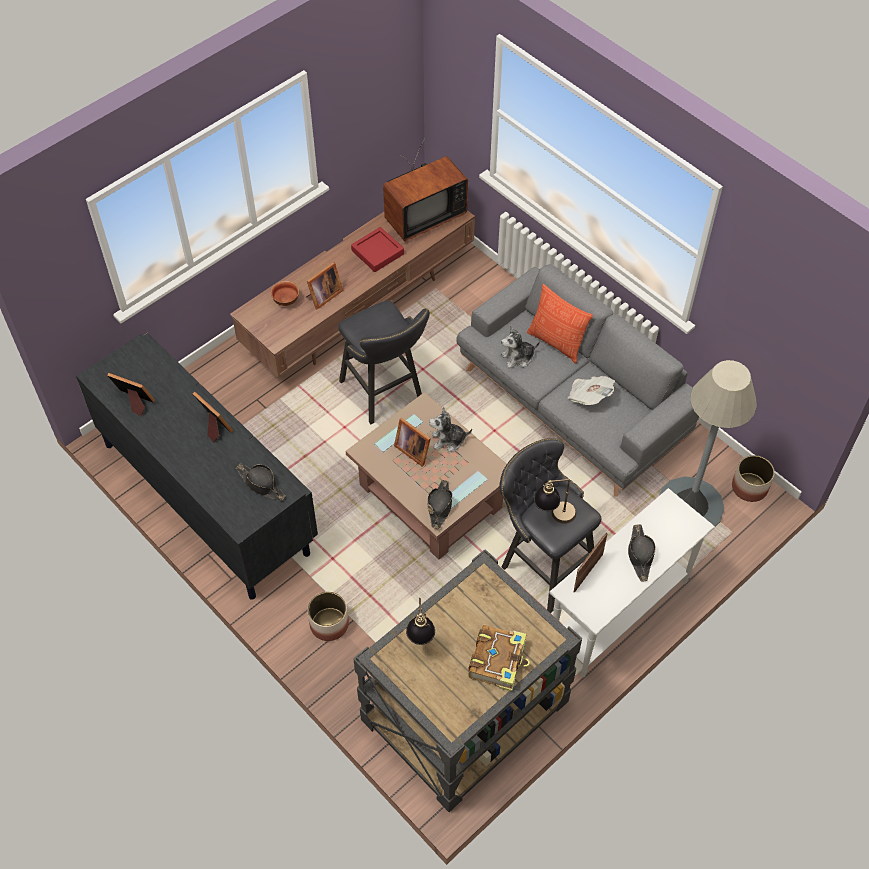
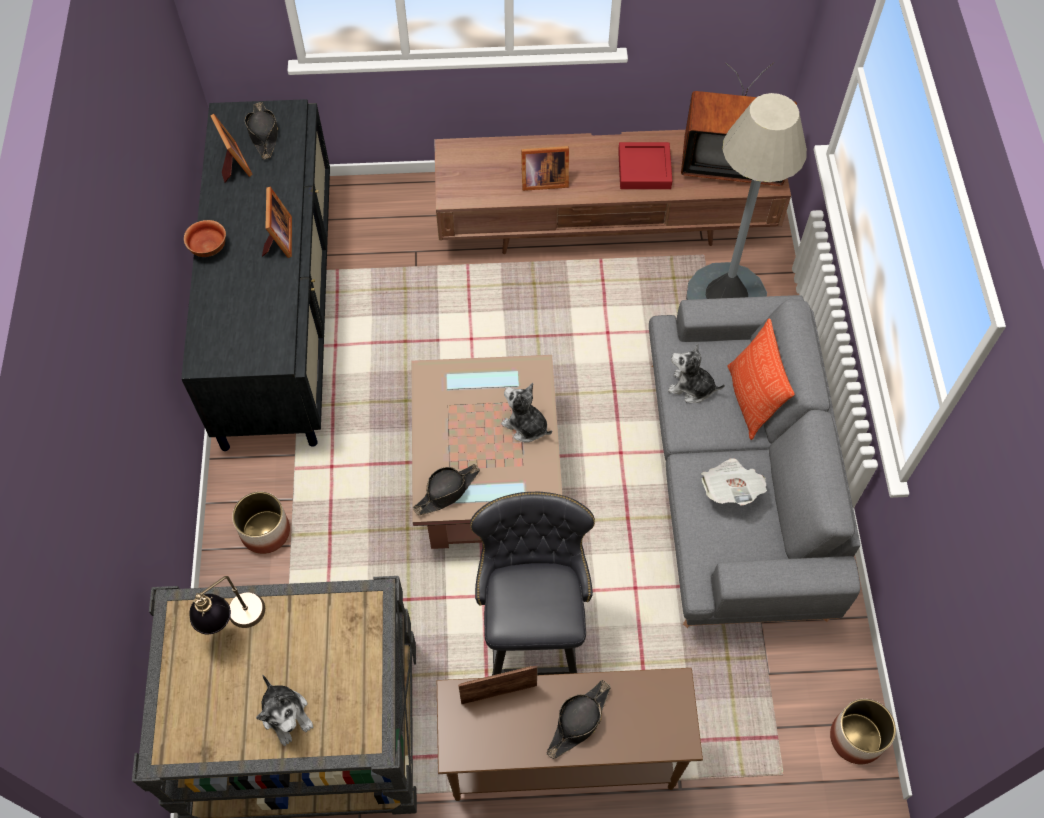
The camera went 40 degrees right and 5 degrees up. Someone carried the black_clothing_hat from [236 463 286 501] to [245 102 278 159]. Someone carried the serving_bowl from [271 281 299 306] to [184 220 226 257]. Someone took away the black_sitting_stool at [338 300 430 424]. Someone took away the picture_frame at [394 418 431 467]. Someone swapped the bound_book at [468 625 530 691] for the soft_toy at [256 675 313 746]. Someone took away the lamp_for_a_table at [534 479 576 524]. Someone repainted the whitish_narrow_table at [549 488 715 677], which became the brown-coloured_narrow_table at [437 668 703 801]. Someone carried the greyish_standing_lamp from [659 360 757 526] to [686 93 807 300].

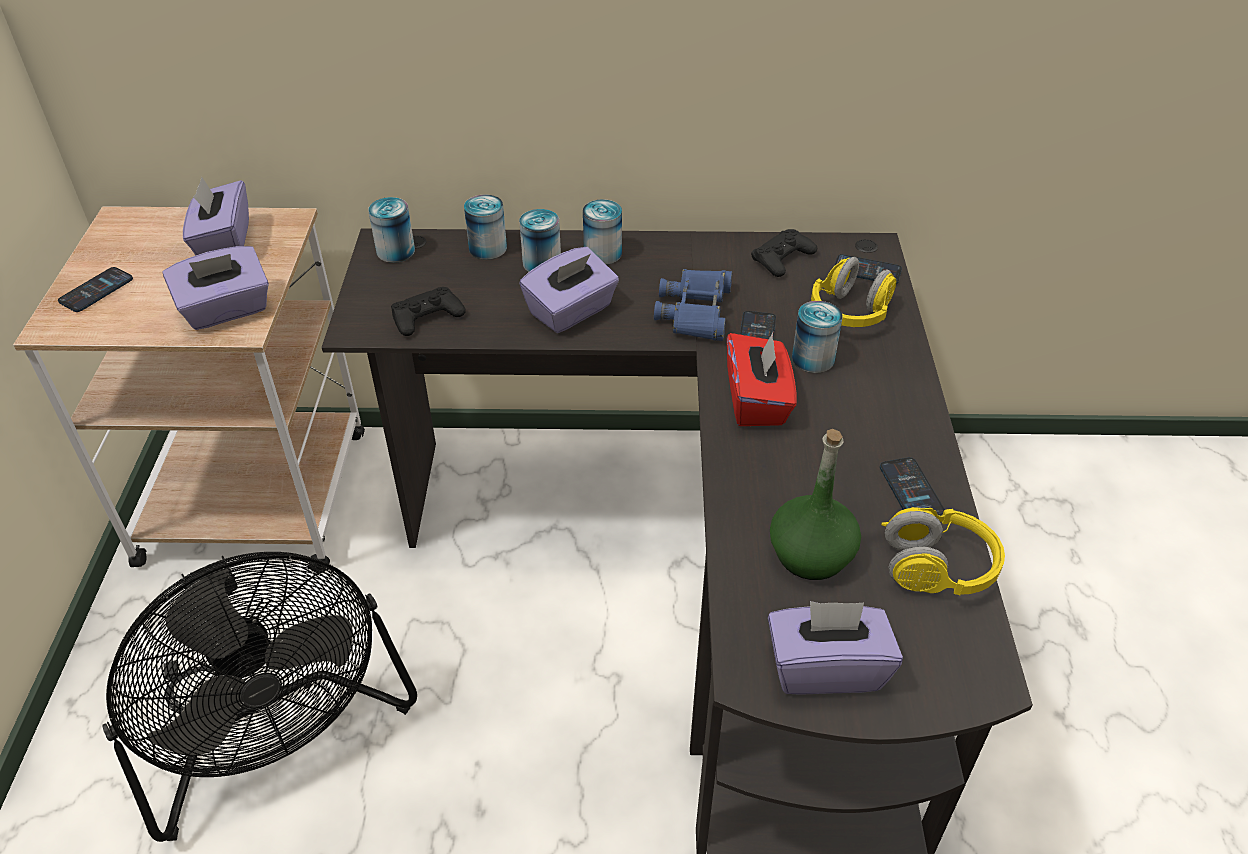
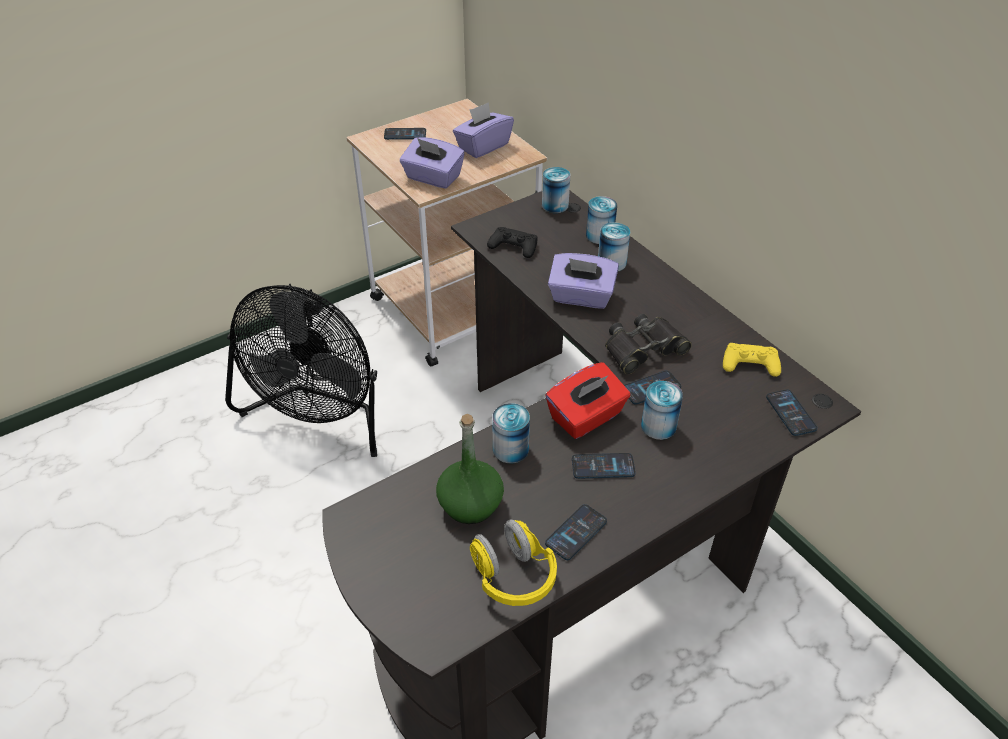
The camera went 55 degrees right and 0 degrees up. Someone carried the sealed_can from [583 199 622 265] to [492 403 530 463]. Someone repainted the blue-coloured_pair_of_binoculars at [654 269 732 341], which became the black_pair_of_binoculars at [605 314 692 374]. Someone repainted the black_joypad at [751 229 818 277], which became the yellowish_joypad at [723 343 781 377]. Someone took away the purple_box_of_tissues at [768 601 903 695]. Someone took away the yellowish_pair_of_headphones at [811 257 896 327]. Someone put down the handset at [572 453 635 479].

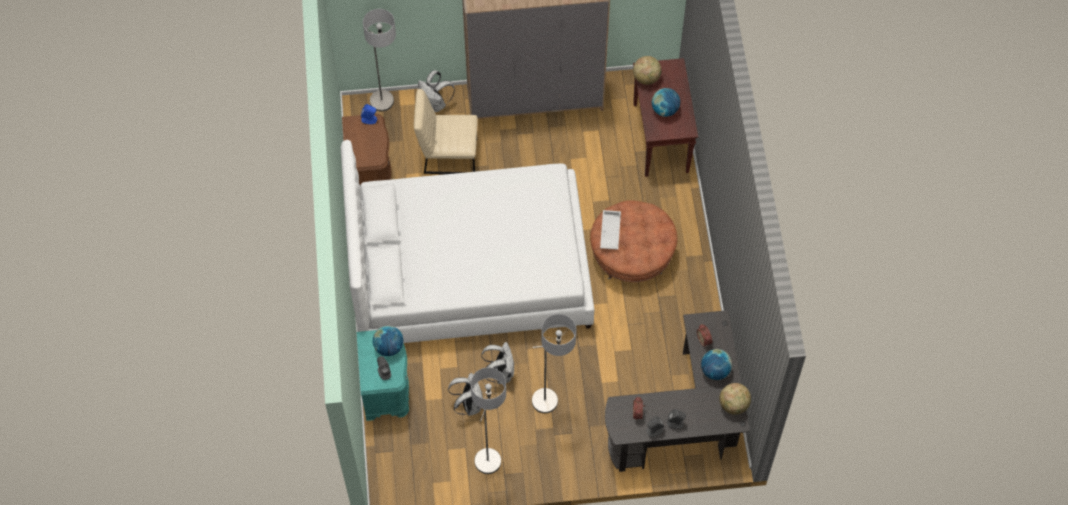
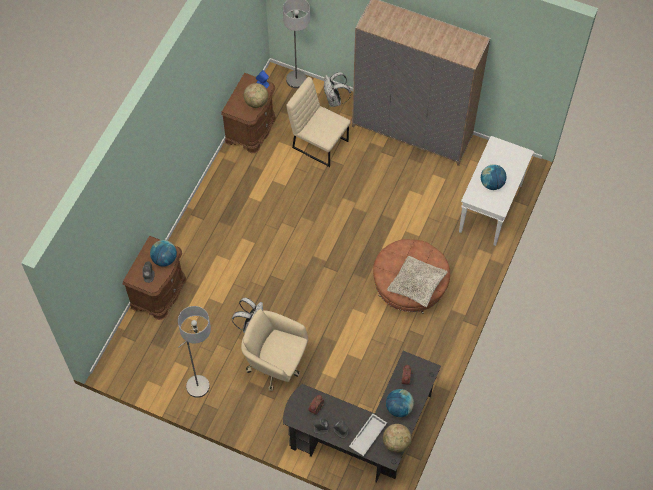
The camera went 30 degrees right and 0 degrees up. Someone took away the whitish_bed at [341 140 594 343]. Someone repainted the blue-green_night_table at [357 330 409 421], which became the brown-coloured_night_table at [123 236 186 320]. Someone took away the whitish_backpack at [448 373 483 416]. Someone swapped the greyish_standing_lamp at [532 314 576 413] for the beige-coloured_computer_chair at [241 309 308 391]. Someone carried the whitish_carrying_tray from [600 210 621 250] to [349 414 387 456]. Someone carried the world_globe from [633 56 662 85] to [244 83 268 108]. Someone repainted the brown-coloured_narrow_table at [633 58 698 177], which became the whitish_narrow_table at [459 136 534 246]. Someone put down the beige-coloured_throw_pillow at [387 256 447 307].

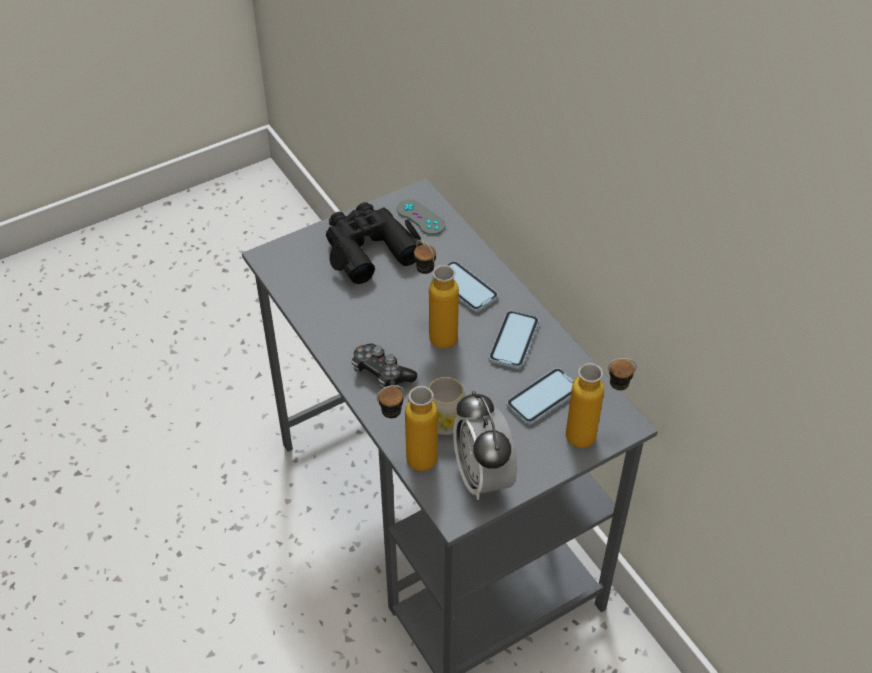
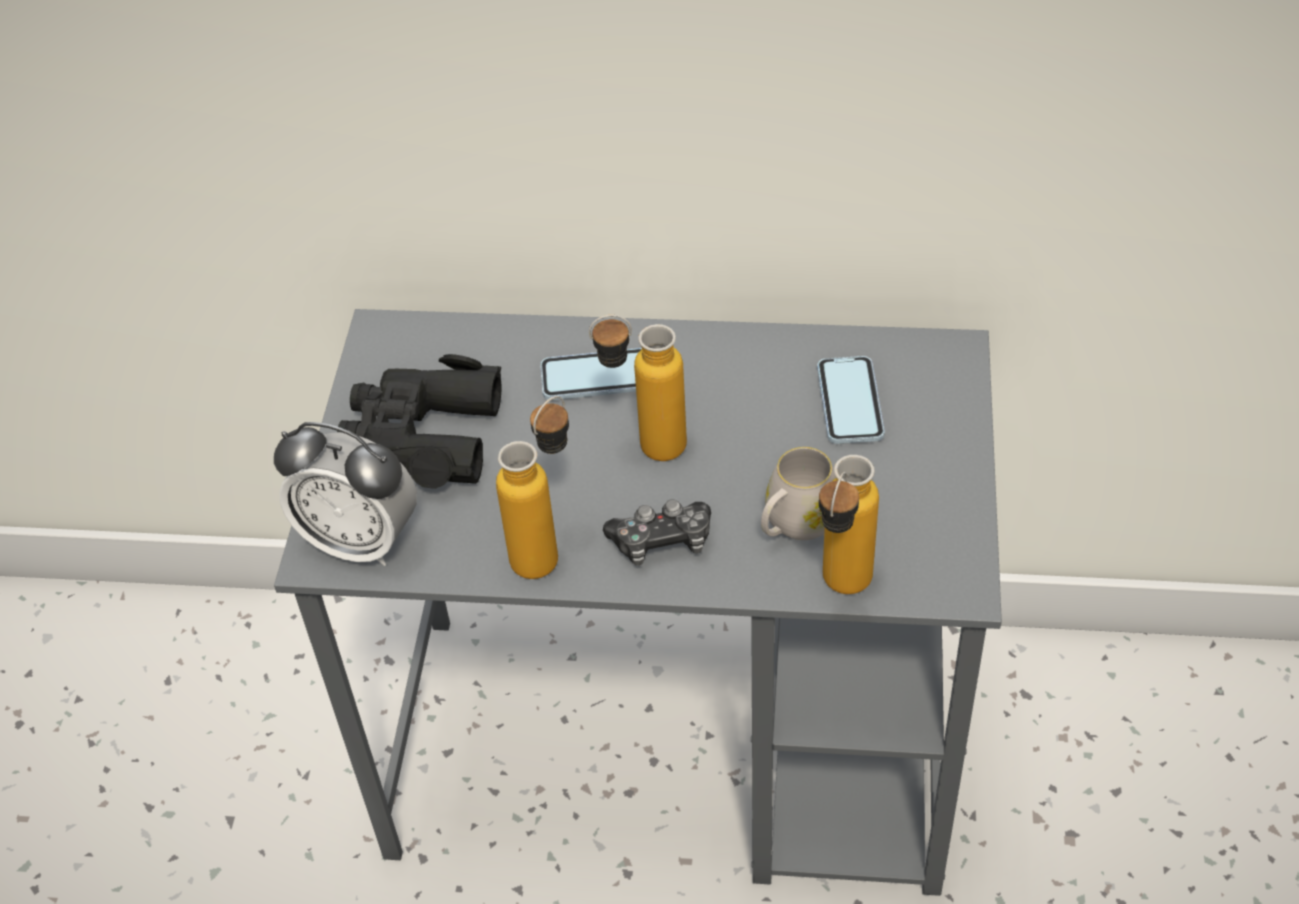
The camera went 50 degrees left and 0 degrees up. Someone took away the greyish_joypad at [397 199 445 235]. Someone carried the bedside_clock from [453 391 517 500] to [274 422 417 566]. Someone took away the handset at [489 311 539 369]. Someone carried the drink_bottle from [566 358 637 448] to [496 396 569 579].

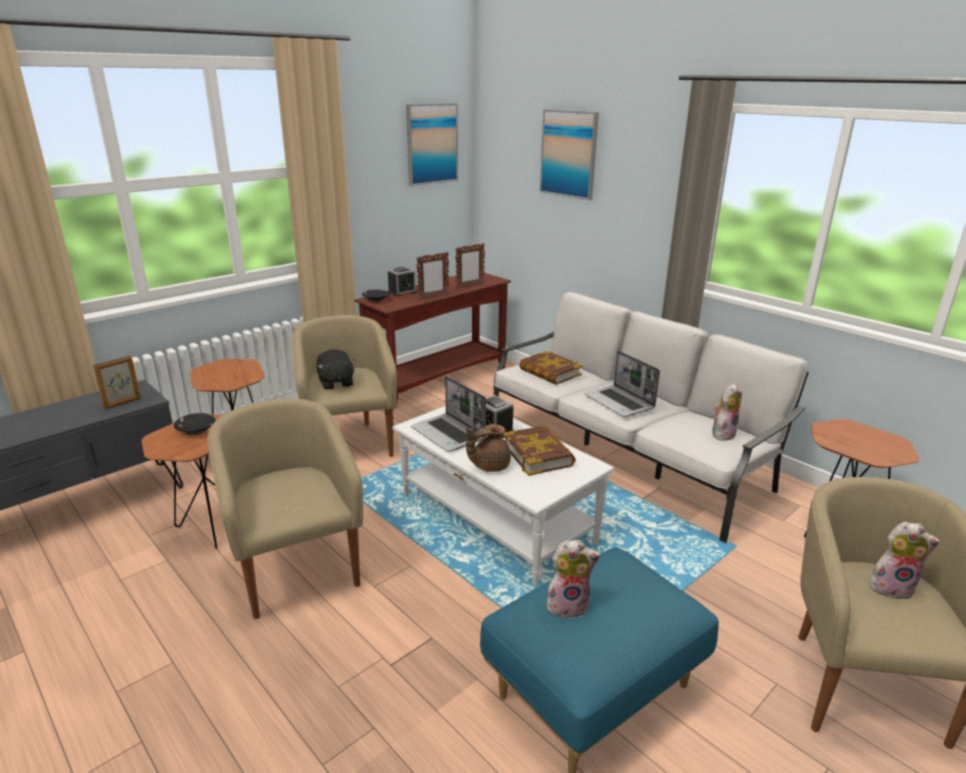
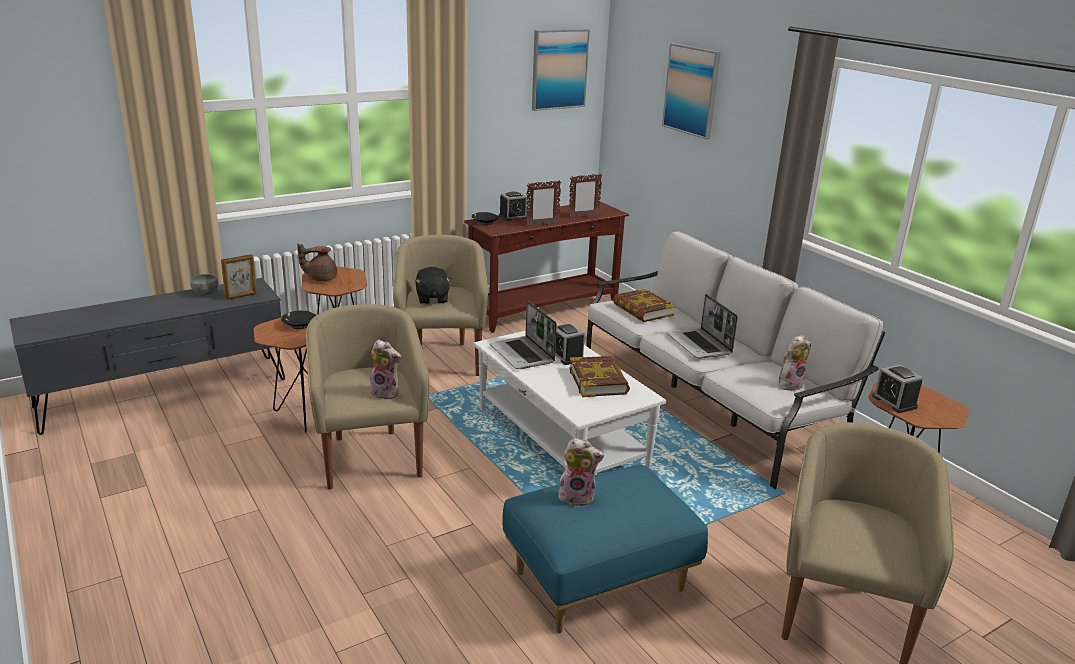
The camera went 10 degrees right and 0 degrees up. Someone carried the brown-coloured_teapot from [466 424 511 472] to [297 243 337 281]. Someone carried the soft_toy from [869 522 940 600] to [370 340 401 400]. Someone put down the greyish_serving_bowl at [190 274 218 295]. Someone put down the bedside_clock at [872 365 923 413].

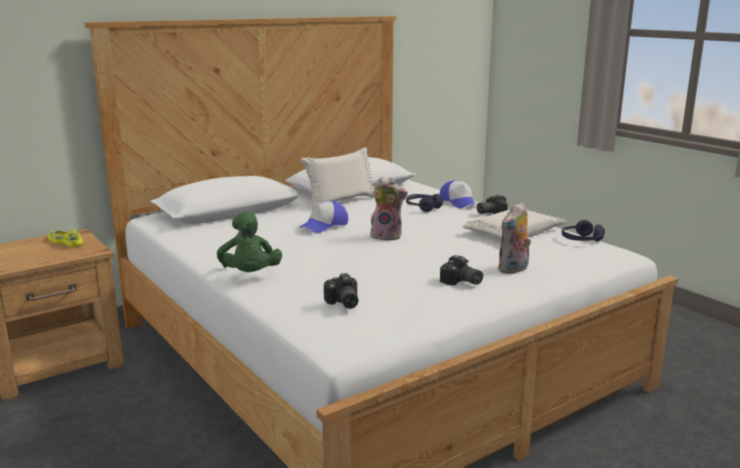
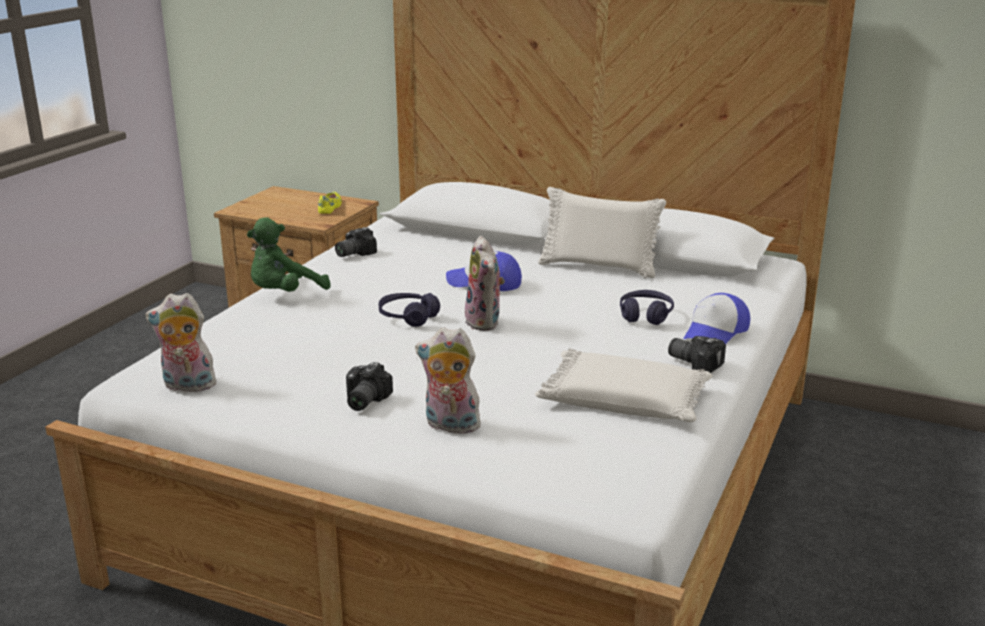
The camera went 60 degrees right and 5 degrees up. Someone carried the still_camera from [324 273 358 309] to [335 227 377 257]. Someone carried the purple_pair_of_headphones from [562 220 605 241] to [379 293 440 327]. Someone put down the soft_toy at [146 293 217 392].

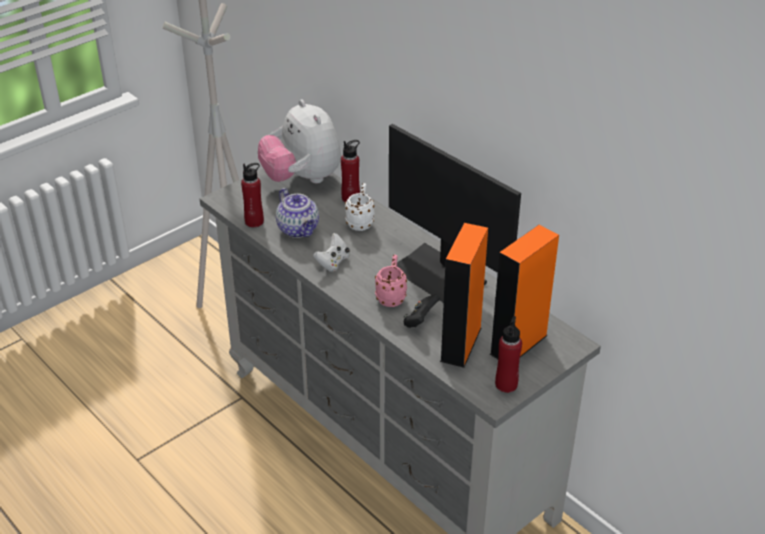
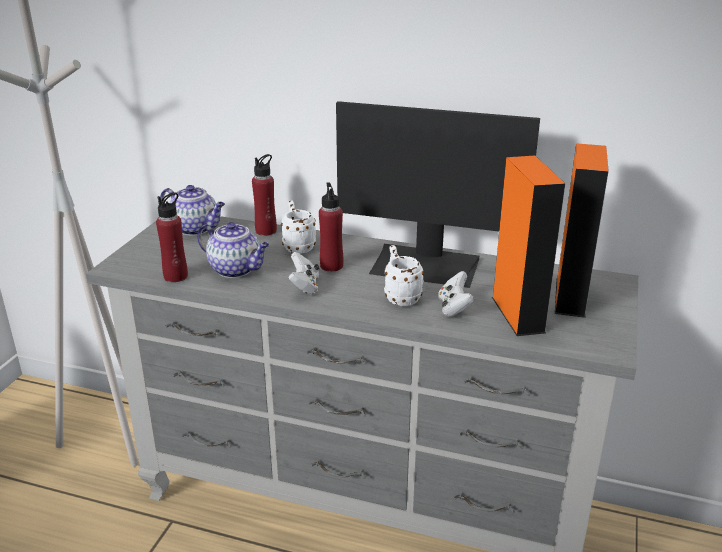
The camera went 30 degrees left and 10 degrees down. Someone swapped the soft_toy at [258 99 341 183] for the teapot at [160 185 225 236]. Someone repainted the pinkish_coffee_mug at [375 255 407 307], which became the whitish_coffee_mug at [384 245 424 306]. Someone repainted the black_joypad at [403 294 440 328], which became the whitish_joypad at [438 271 475 317]. Someone carried the red-coloured_drink_bottle from [495 316 522 393] to [319 182 343 272].

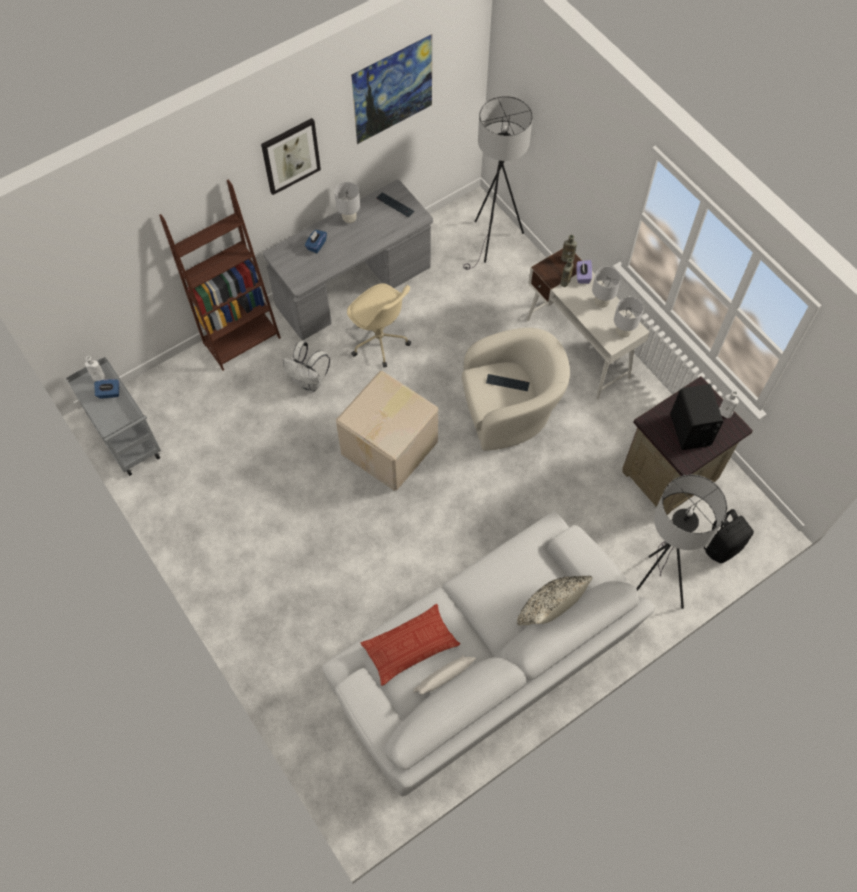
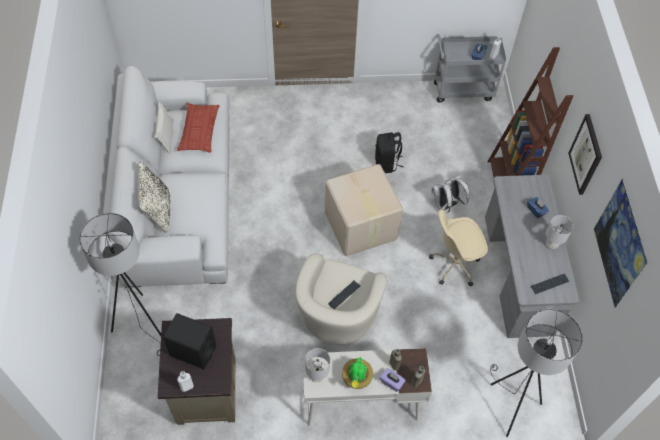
The camera went 120 degrees right and 5 degrees down. Someone swapped the greyish_lamp_for_a_table at [592 267 621 308] for the potted_plant at [342 356 373 389]. Someone carried the black_backpack from [704 509 754 563] to [375 132 404 173].

